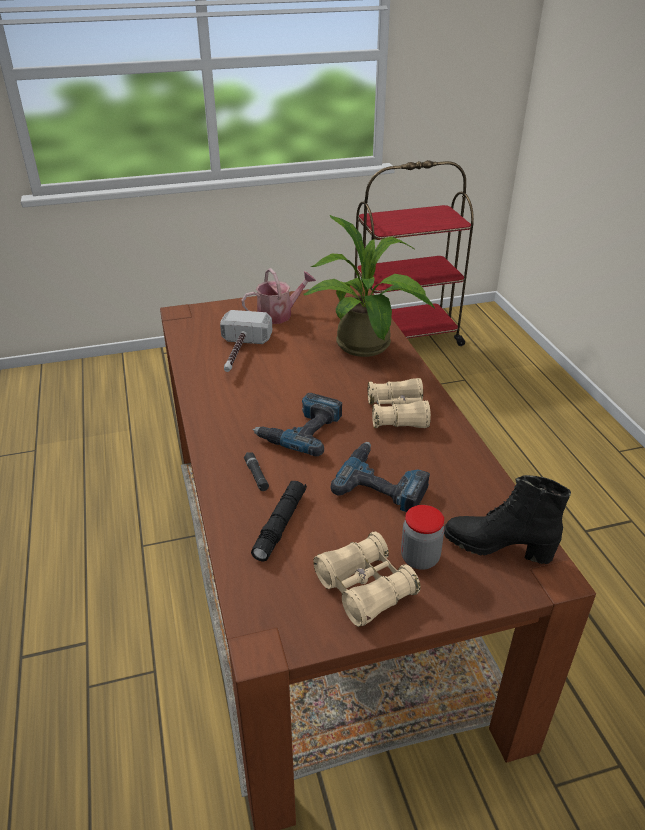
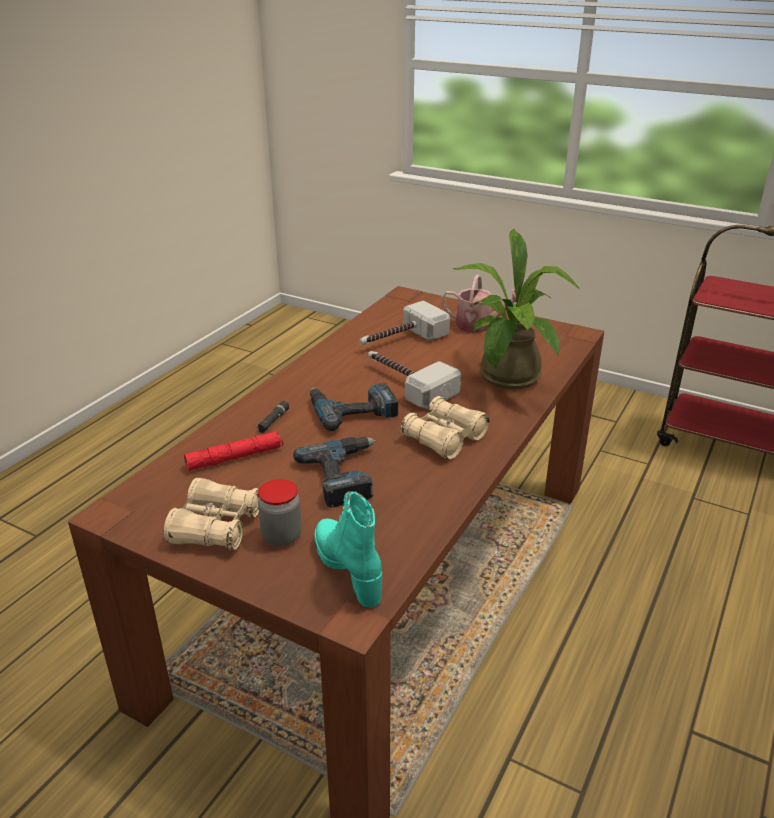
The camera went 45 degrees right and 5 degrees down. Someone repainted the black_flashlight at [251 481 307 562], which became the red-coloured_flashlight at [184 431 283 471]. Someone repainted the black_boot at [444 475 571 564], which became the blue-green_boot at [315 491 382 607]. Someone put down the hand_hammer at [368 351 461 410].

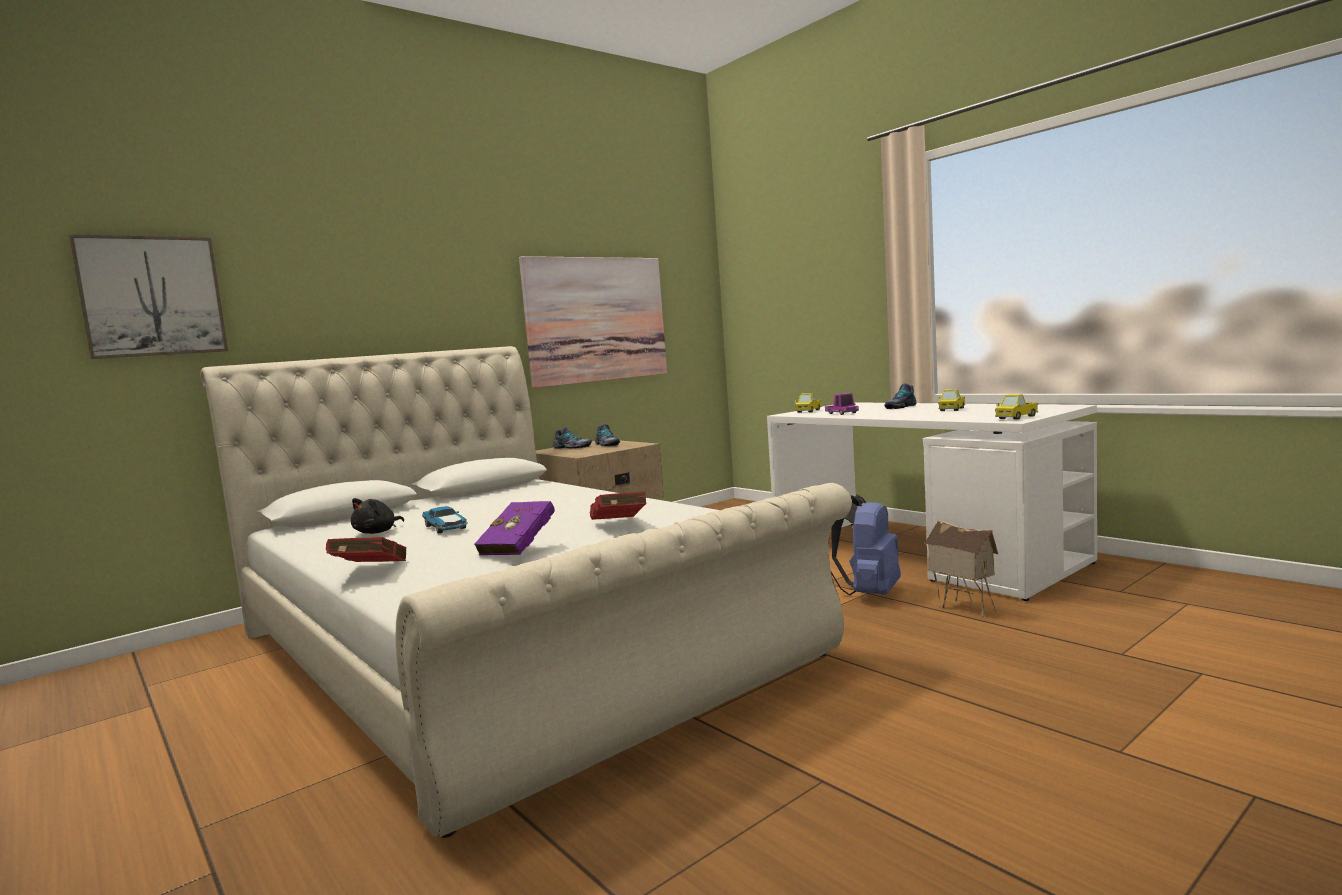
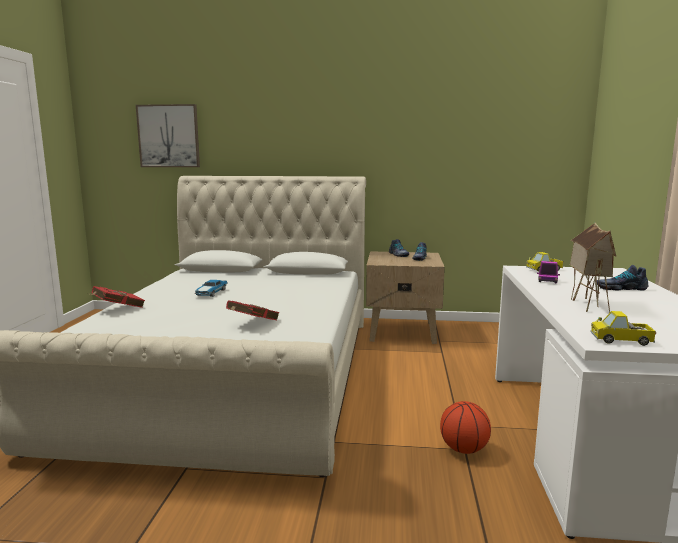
The camera went 45 degrees right and 5 degrees up. Someone took away the black_soft_toy at [351 498 404 534]. Someone took away the purple_bound_book at [474 501 555 555]. Someone took away the picture at [519 256 667 388]. Someone swapped the blue-coloured_backpack at [831 494 901 596] for the basketball at [440 401 491 454]. Someone carried the toy_house from [924 520 998 618] to [570 223 616 313]. Someone took away the toy_truck at [937 389 965 411].

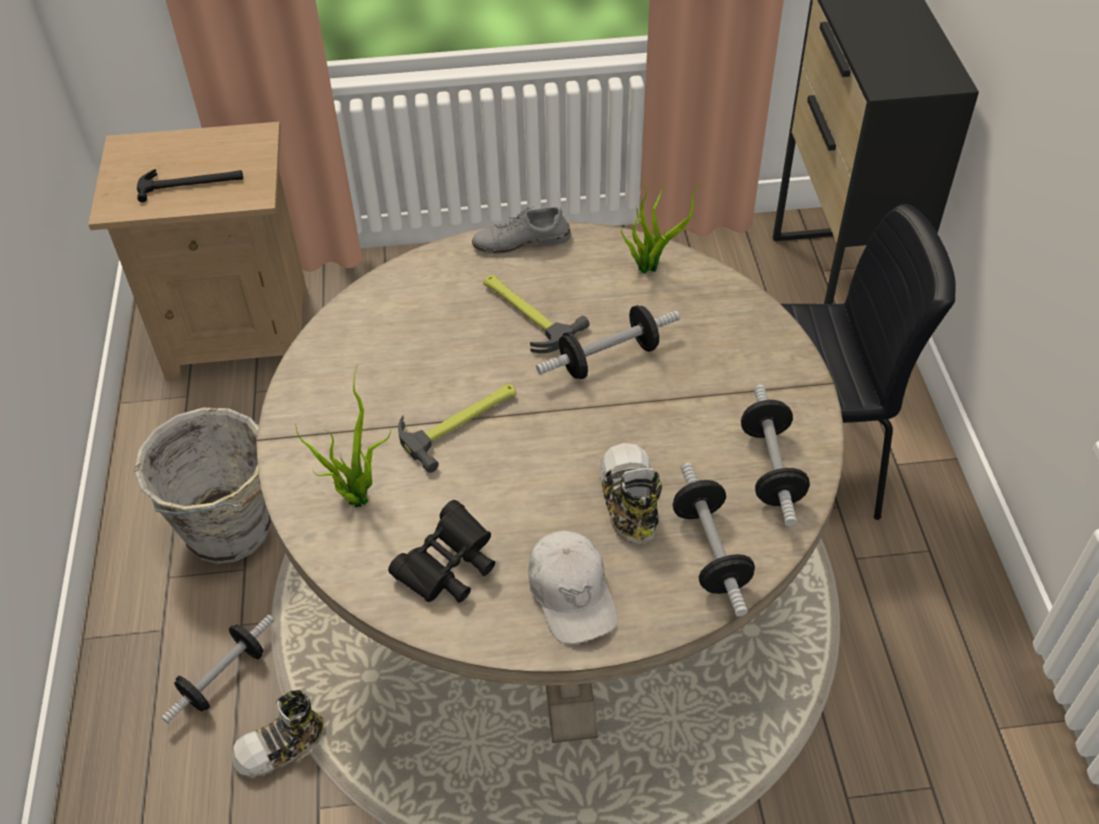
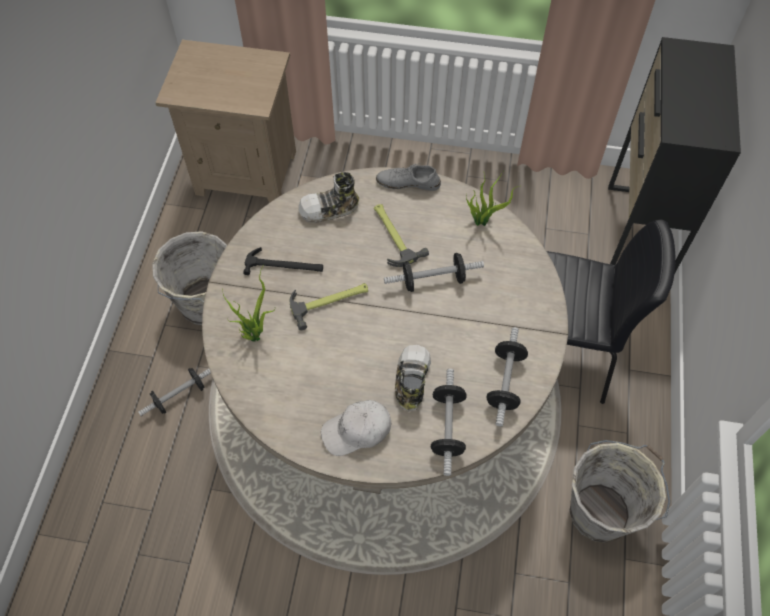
The camera went 15 degrees right and 10 degrees up. Someone carried the hand_hammer from [137 169 243 202] to [243 247 323 275]. Someone carried the item_of_footwear from [232 690 324 779] to [298 172 359 223]. Someone took away the black_pair_of_binoculars at [388 500 495 603]. Someone rotated the whitish_baseball_cap at [528 531 618 644] by 75 degrees clockwise. Someone put down the greyish_water_bucket at [569 440 670 543].

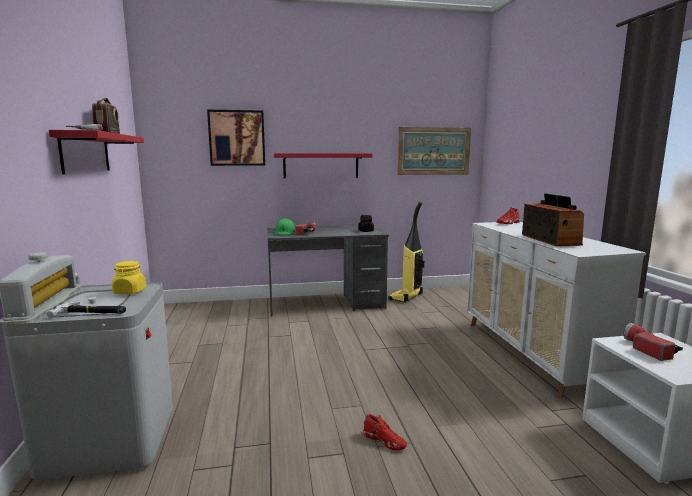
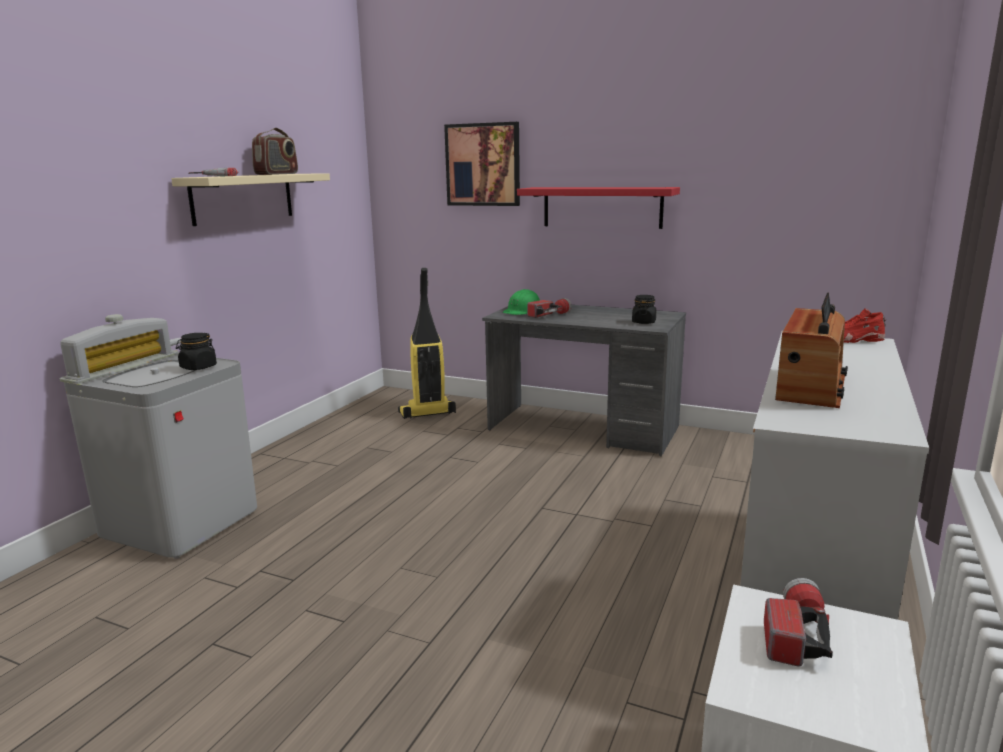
The camera went 35 degrees right and 5 degrees up. Someone took away the hand_hammer at [47 302 126 318]. Someone repainted the red-coloured_wall_shelf at [49 130 144 174], which became the beige-coloured_wall_shelf at [171 173 330 226]. Someone repainted the yellowish_storage_jar at [112 261 146 294], which became the black_storage_jar at [176 333 217 370]. Someone took away the red-coloured_item_of_footwear at [363 414 407 451]. Someone carried the vacuum_cleaner from [388 202 424 302] to [398 268 456 419]. Someone took away the picture at [397 127 471 175].

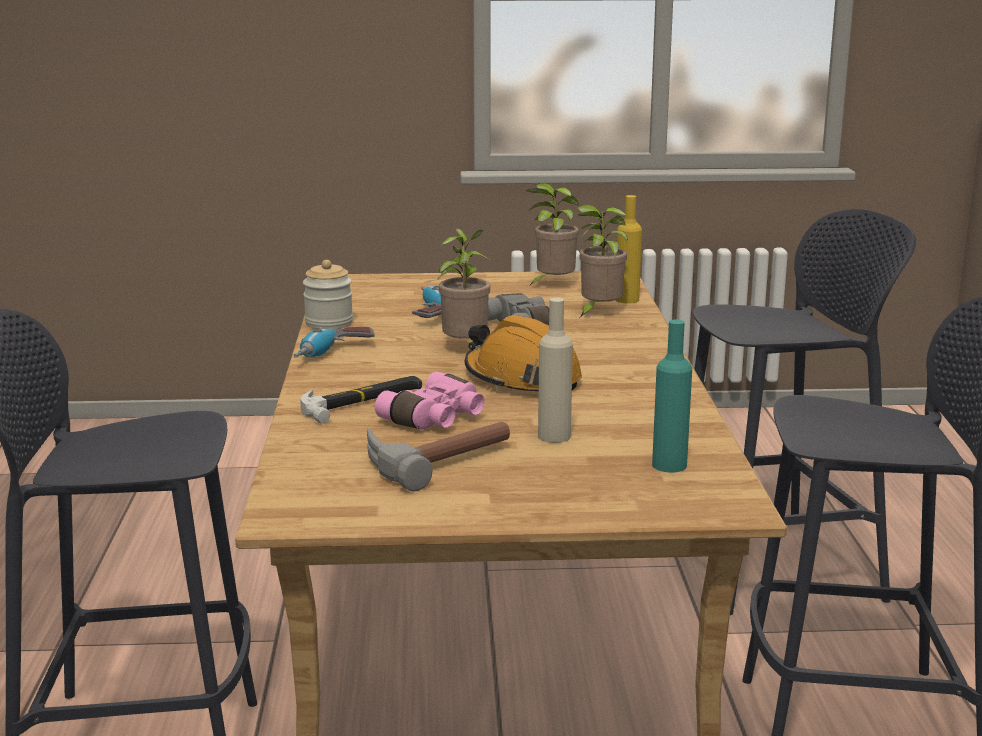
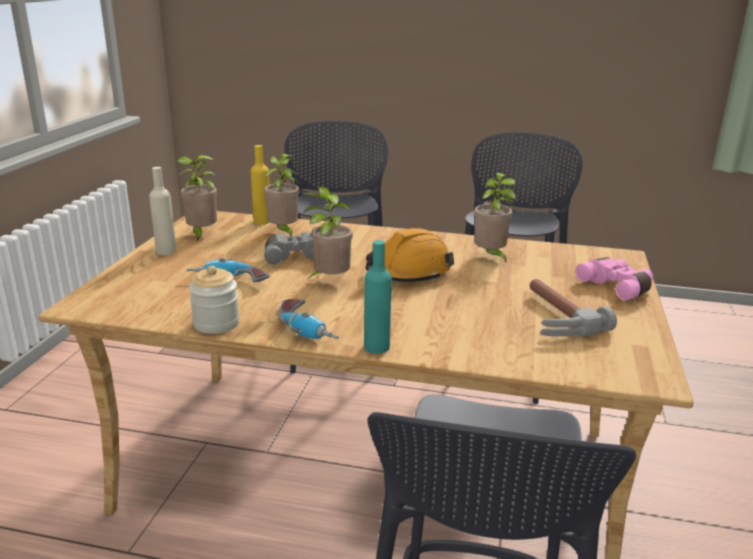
The camera went 75 degrees left and 5 degrees up. Someone took away the hand_hammer at [301 376 422 424]. Someone carried the pinkish_pair_of_binoculars from [375 372 485 429] to [575 257 653 301]. Someone carried the beige-coloured_drink_bottle from [538 298 573 443] to [149 167 177 255]. Someone carried the blue-green_drink_bottle from [652 320 692 472] to [364 240 392 354]. Someone put down the potted_plant at [474 172 516 262].

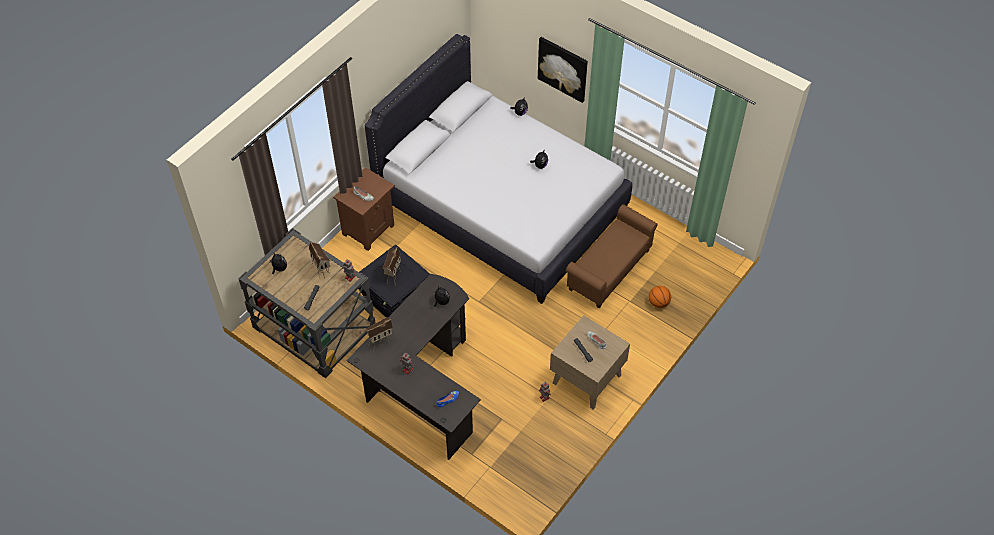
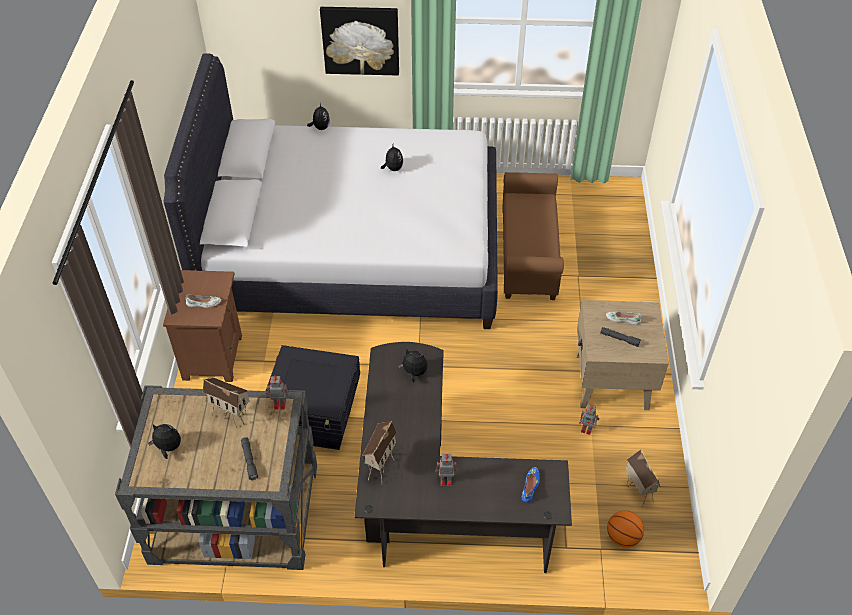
The camera went 35 degrees left and 5 degrees down. Someone carried the toy_house from [383 248 401 286] to [625 450 660 507]. Someone carried the basketball from [649 286 671 308] to [607 510 644 548].

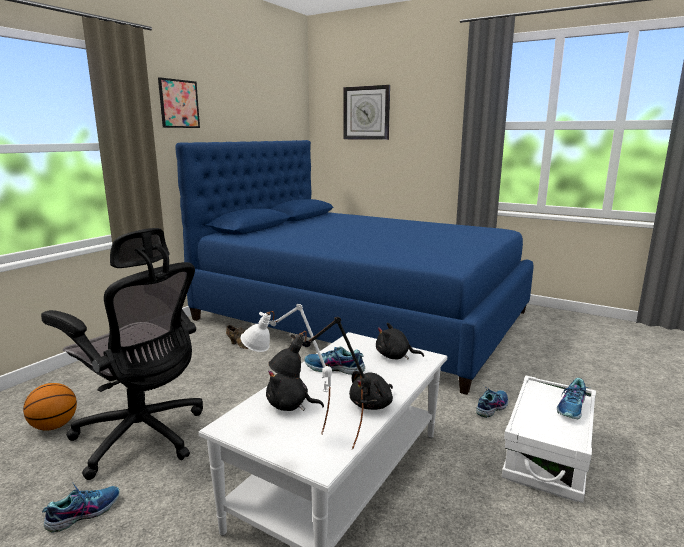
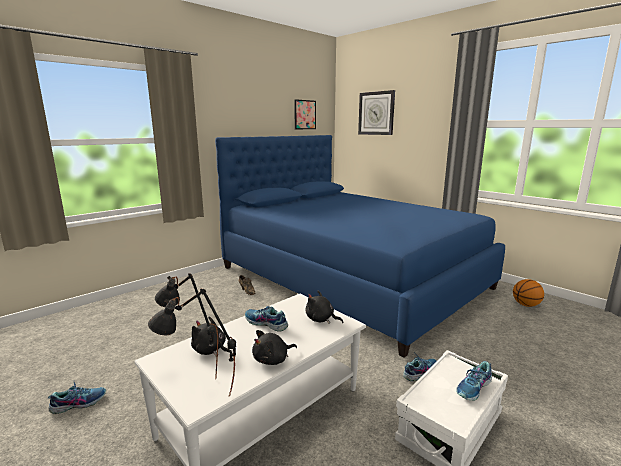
The camera went 15 degrees right and 0 degrees up. Someone carried the basketball from [23 383 77 431] to [513 279 544 307]. Someone took away the computer_chair at [41 228 203 480]. Someone carried the picture from [158 77 200 128] to [294 99 316 129]. Someone repainted the whitish_lamp_for_a_table at [241 304 332 435], which became the black_lamp_for_a_table at [155 273 218 379].

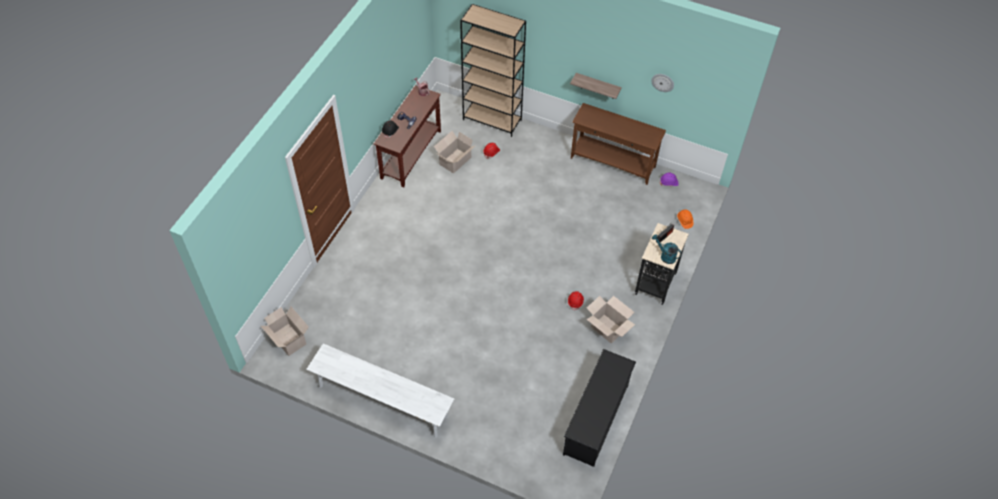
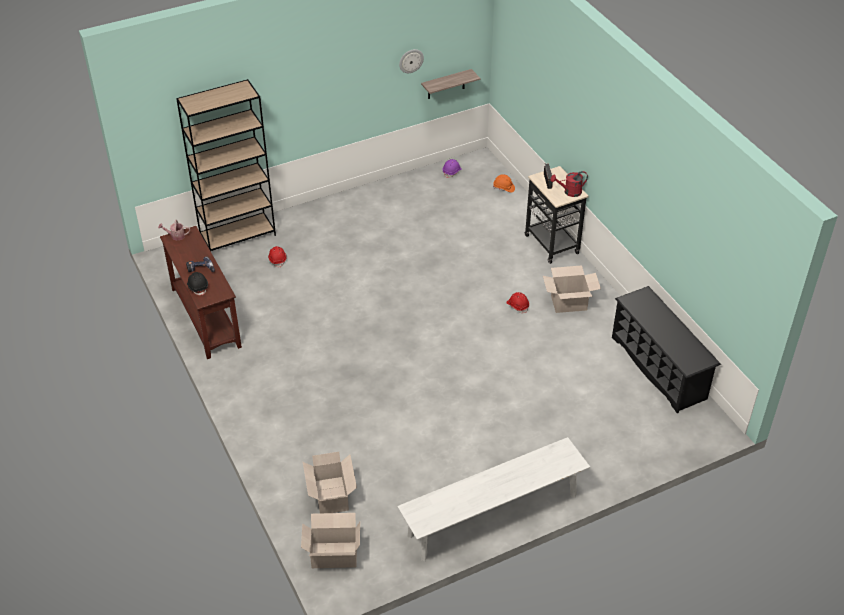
The camera went 50 degrees left and 10 degrees down. Someone carried the cardboard_box from [434 131 475 174] to [303 452 357 513]. Someone carried the wall_shelf from [570 73 622 99] to [421 69 480 99]. Someone took away the brown-coloured_narrow_table at [571 103 666 185]. Someone repainted the blue-green_watering_can at [652 234 682 264], which became the red-coloured_watering_can at [550 171 588 197].

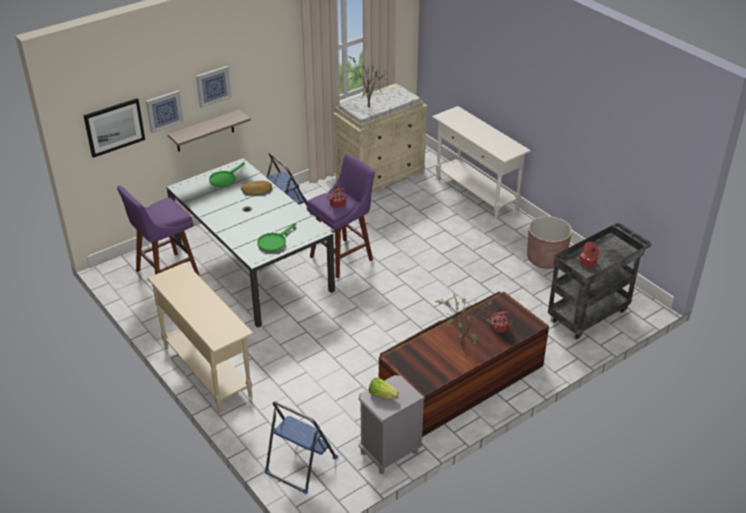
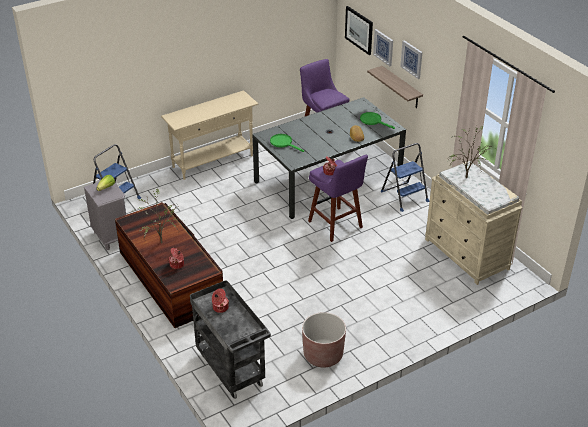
The camera went 95 degrees right and 0 degrees up. Someone took away the whitish_narrow_table at [432 106 531 220].

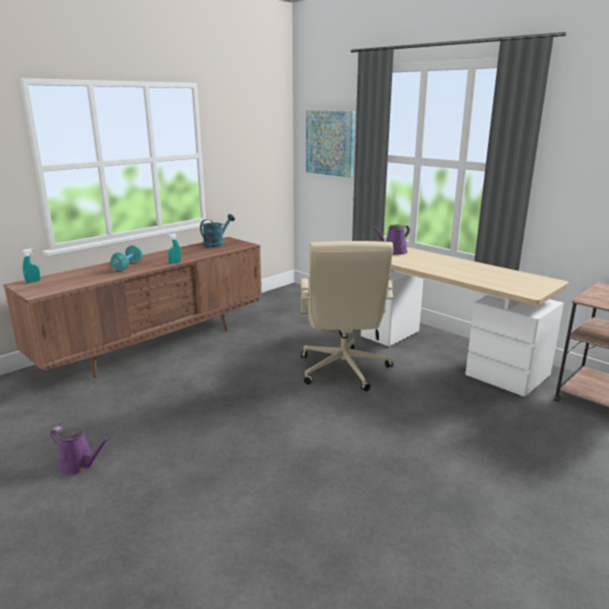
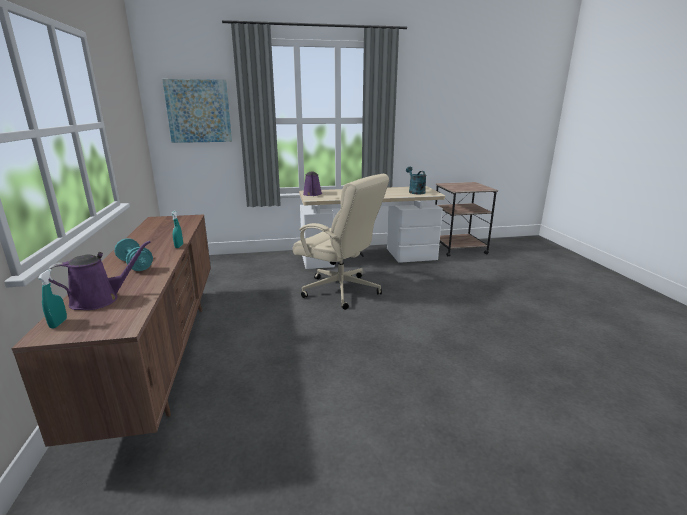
The camera went 55 degrees left and 0 degrees up. Someone carried the purple_watering_can from [50 426 110 476] to [48 240 151 310]. Someone carried the blue-green_watering_can from [200 214 235 247] to [406 167 427 194].

